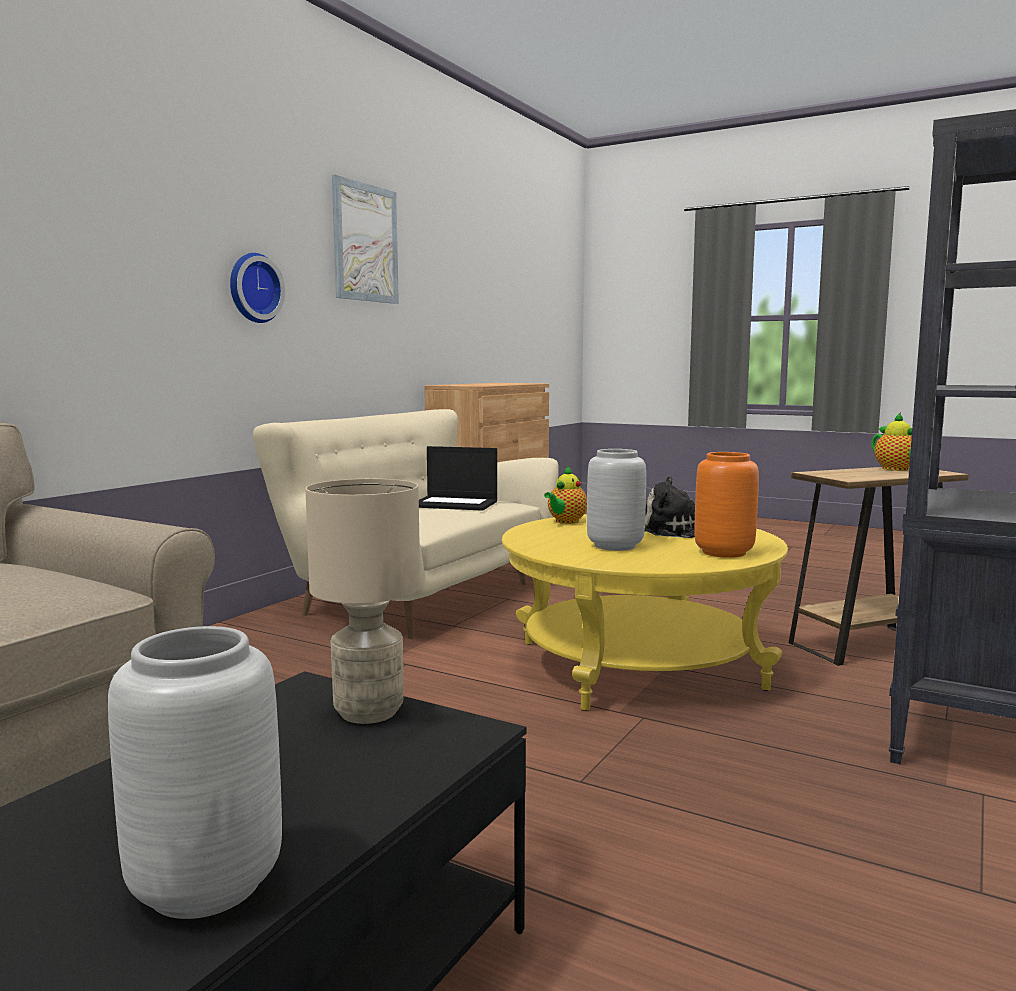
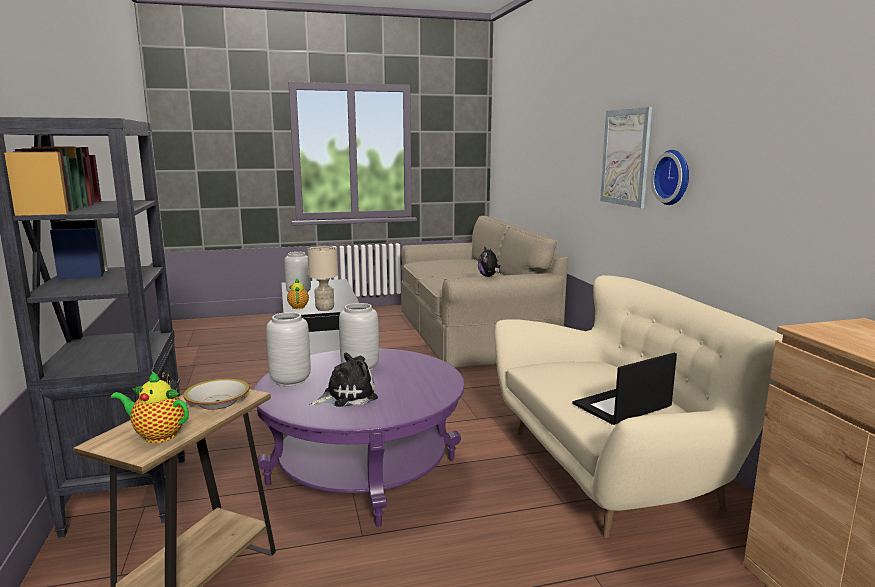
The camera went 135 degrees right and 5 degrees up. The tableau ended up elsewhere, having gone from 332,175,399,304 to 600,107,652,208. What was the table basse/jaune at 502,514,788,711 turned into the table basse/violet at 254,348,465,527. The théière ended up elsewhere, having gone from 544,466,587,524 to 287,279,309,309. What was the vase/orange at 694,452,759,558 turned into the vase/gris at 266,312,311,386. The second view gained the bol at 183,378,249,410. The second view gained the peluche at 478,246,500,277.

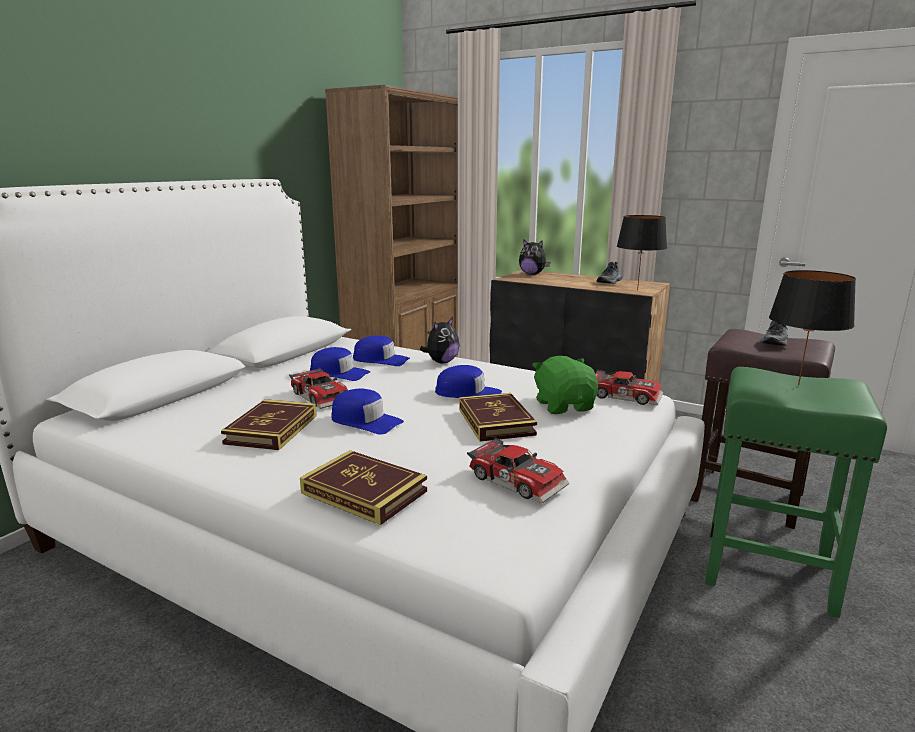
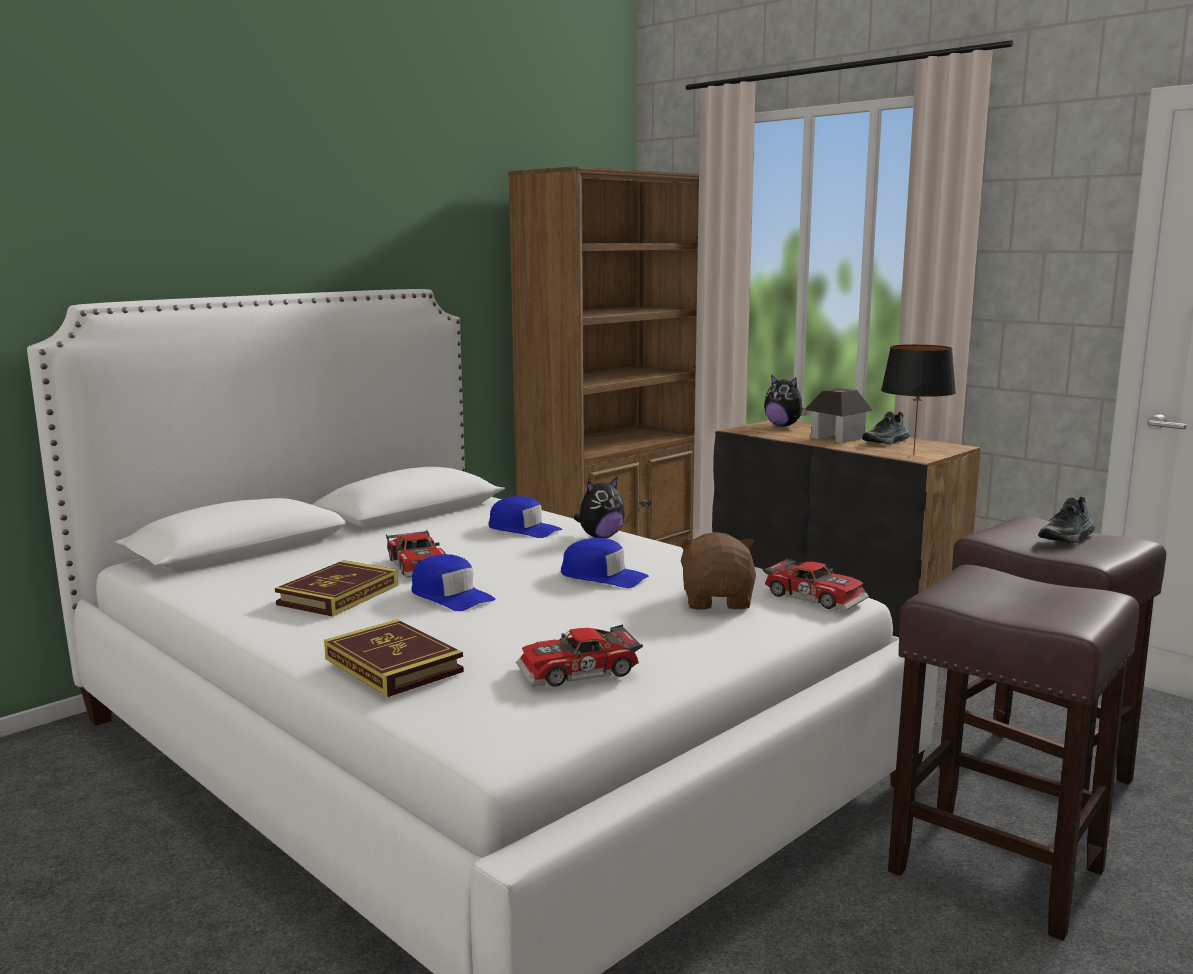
The camera went 15 degrees right and 5 degrees down. The second view lost the casquette/bleu at 310,347,370,381. The second view lost the livre at 459,393,537,442. The petite voiture at 467,438,569,503 ended up facing another way, 105 degrees clockwise from before. What was the peluche/vert at 532,356,598,414 turned into the peluche/marron at 677,532,756,609. What was the tabouret/vert at 705,367,887,618 turned into the tabouret/marron at 888,565,1140,941. The second view lost the lampe de table/noir at 769,270,856,385. The second view gained the maison miniature at 804,388,873,443.

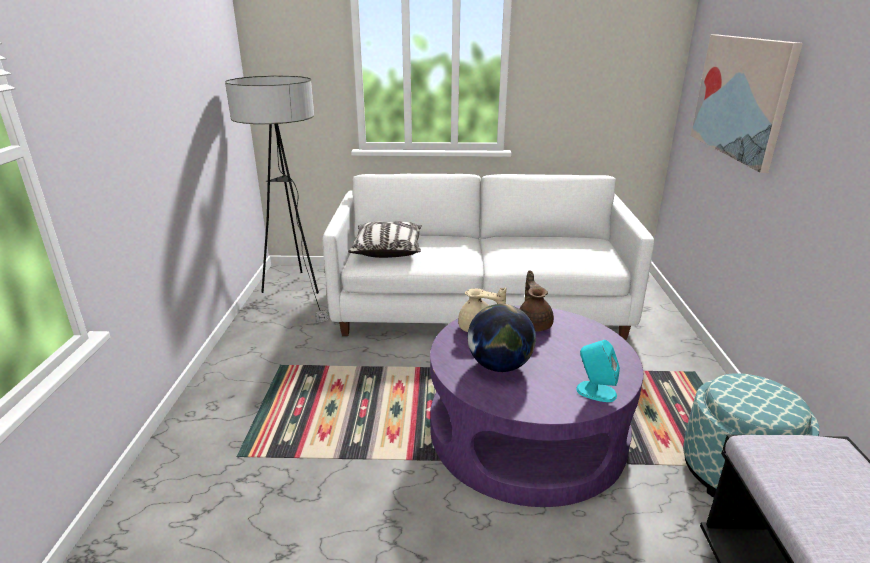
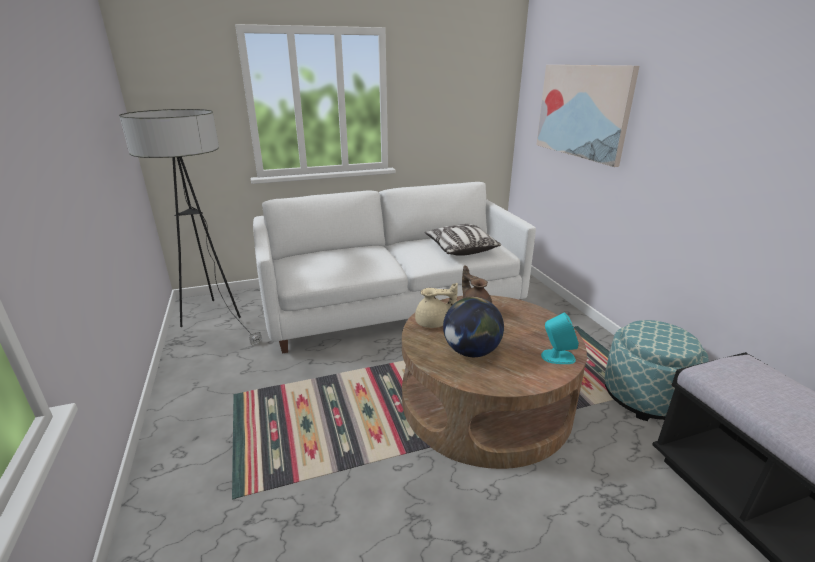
The camera went 20 degrees left and 0 degrees up. The coussin ended up elsewhere, having gone from 348,221,422,258 to 425,224,501,256. What was the table basse/violet at 430,306,643,507 turned into the table basse/marron at 402,295,587,469.

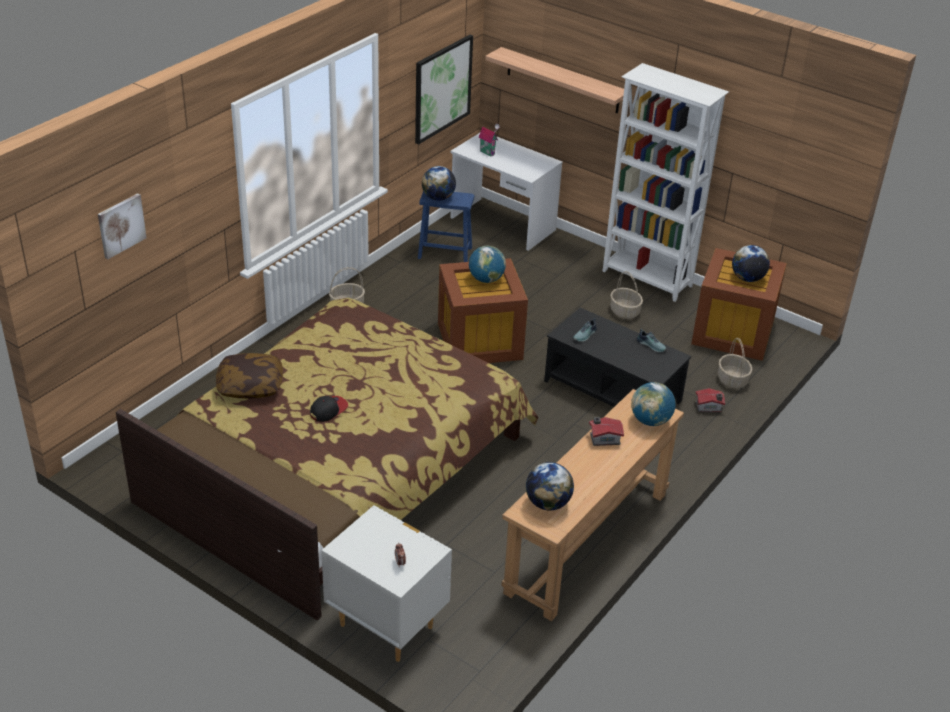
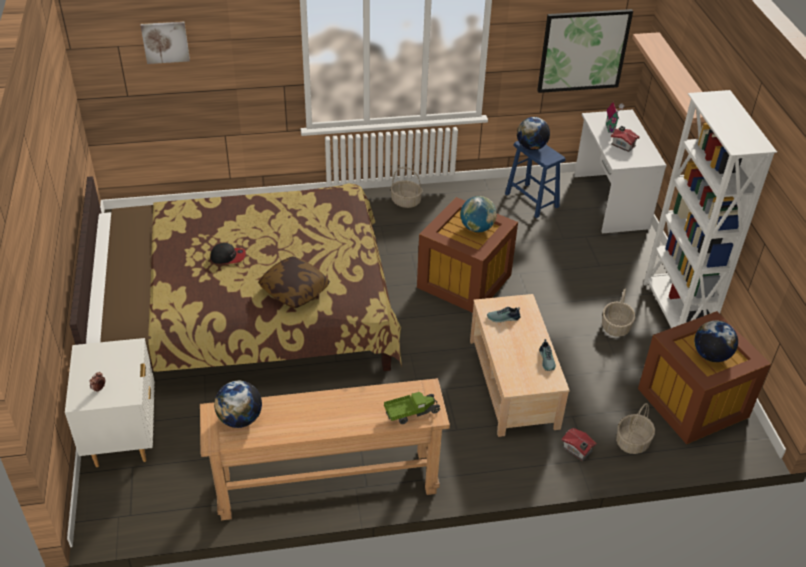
The camera went 45 degrees right and 5 degrees up. The coussin ended up elsewhere, having gone from 216,353,283,399 to 258,257,330,308. What was the table basse/noir at 544,307,691,407 turned into the table basse/beige at 470,294,570,437. The maison miniature ended up elsewhere, having gone from 589,417,624,446 to 611,126,640,152. Where the globe stood at 631,382,676,426, the camion jouet came to stand at 384,392,441,424.

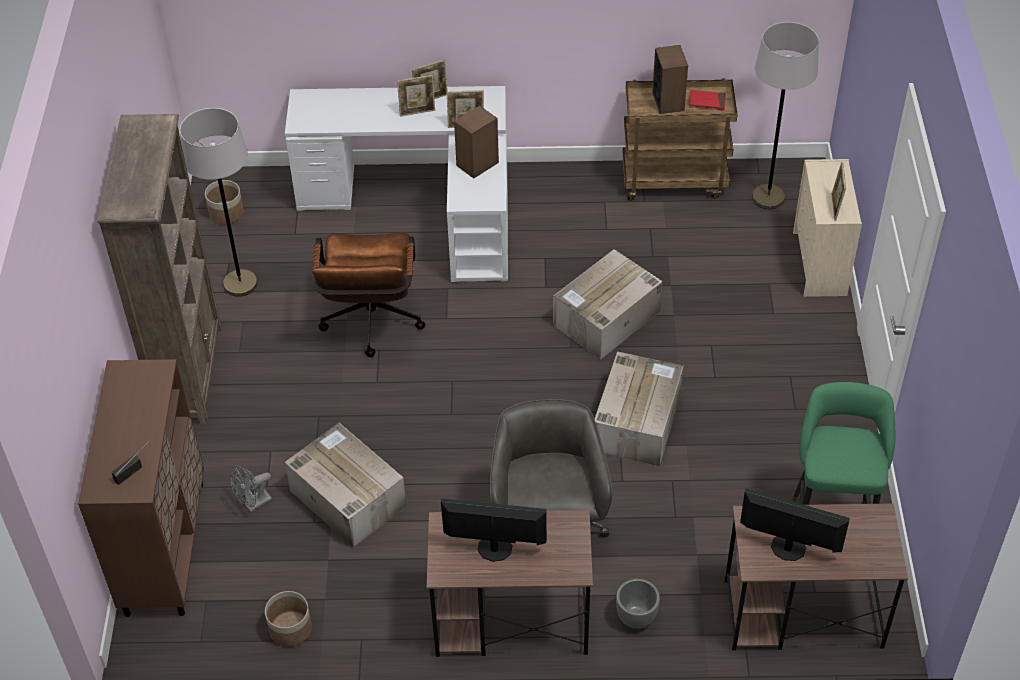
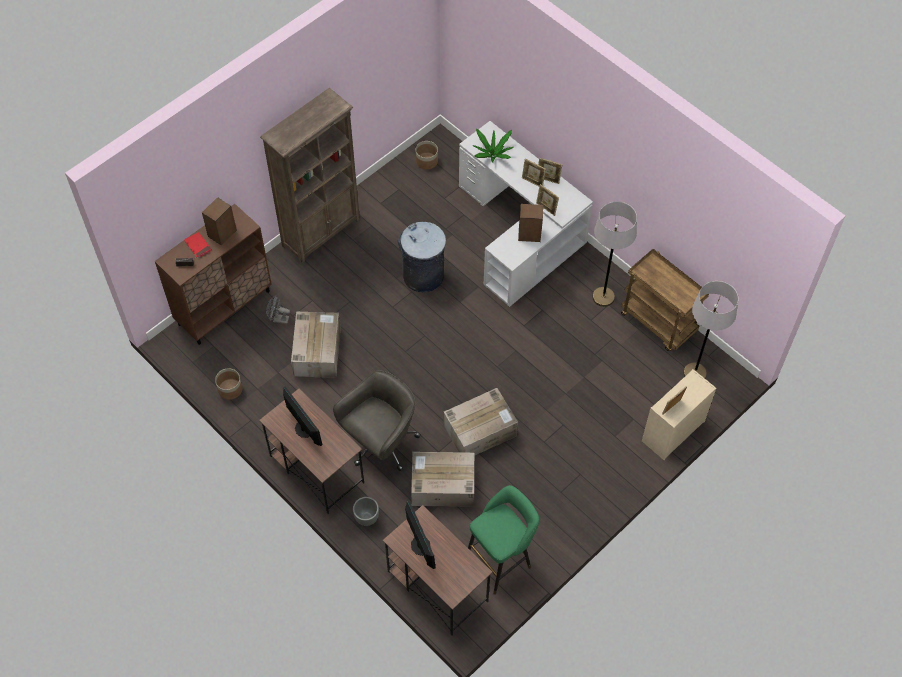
The camera went 45 degrees right and 10 degrees up. The lampadaire/gris ended up elsewhere, having gone from 180,108,258,297 to 592,201,637,307. Where the chaise de bureau/marron stood at 312,233,426,357, the poubelle/gris came to stand at 397,222,446,292. The carton ended up elsewhere, having gone from 553,249,663,360 to 411,452,474,507. The enceinte ended up elsewhere, having gone from 652,45,688,114 to 202,197,237,245. The livre/rouge ended up elsewhere, having gone from 689,90,726,111 to 184,232,212,258. The second view gained the plante en pot at 473,128,514,163.

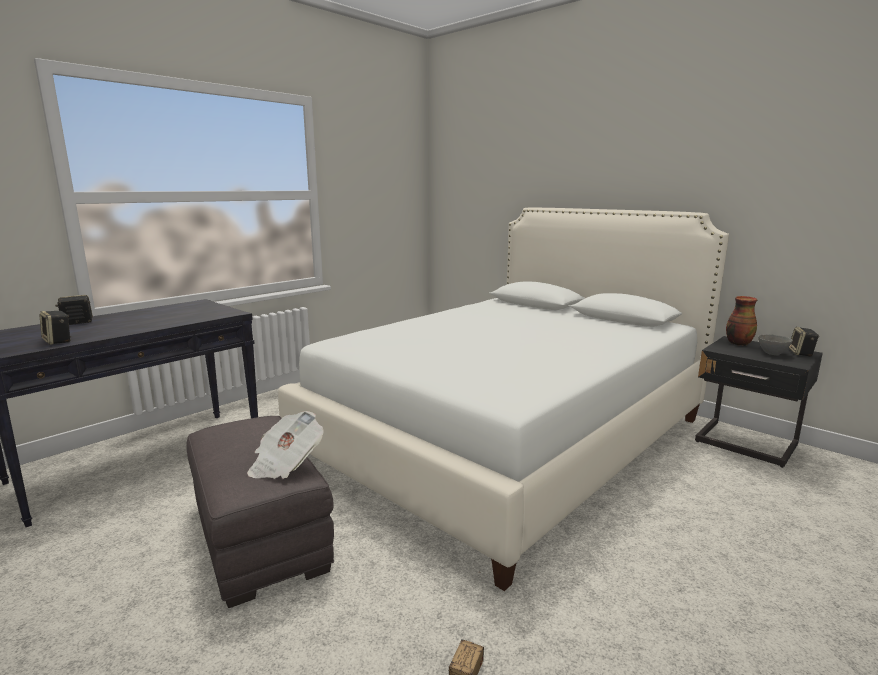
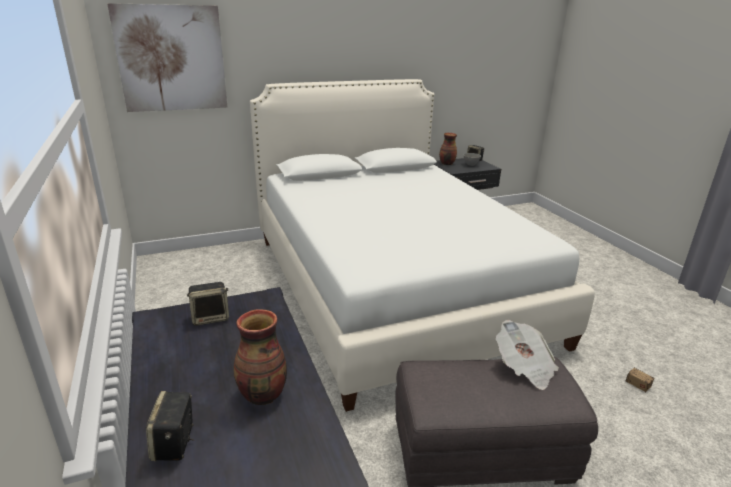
The camera went 65 degrees left and 10 degrees up. The enceinte ended up elsewhere, having gone from 39,311,72,345 to 187,282,229,326. The second view gained the tableau at 107,3,227,112. The second view gained the vase at 234,309,287,405.

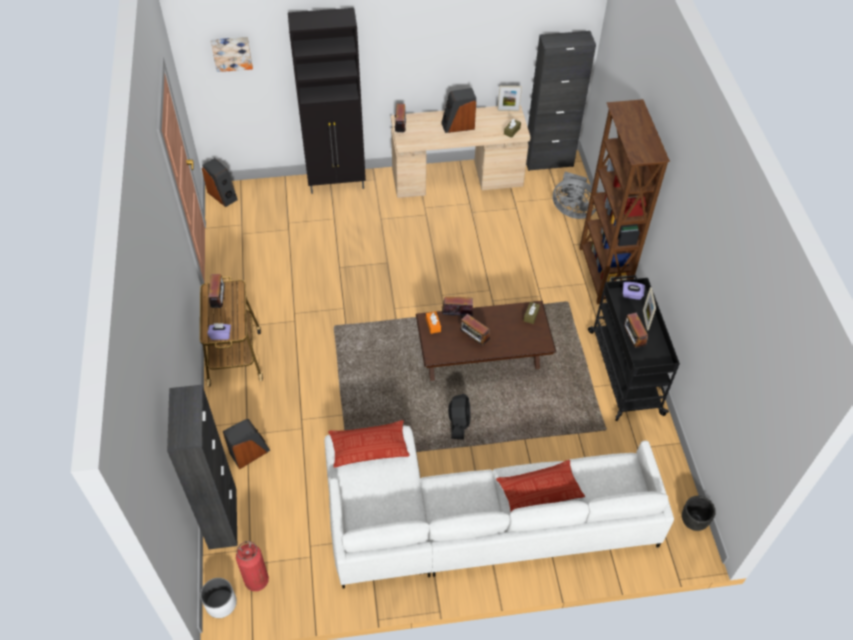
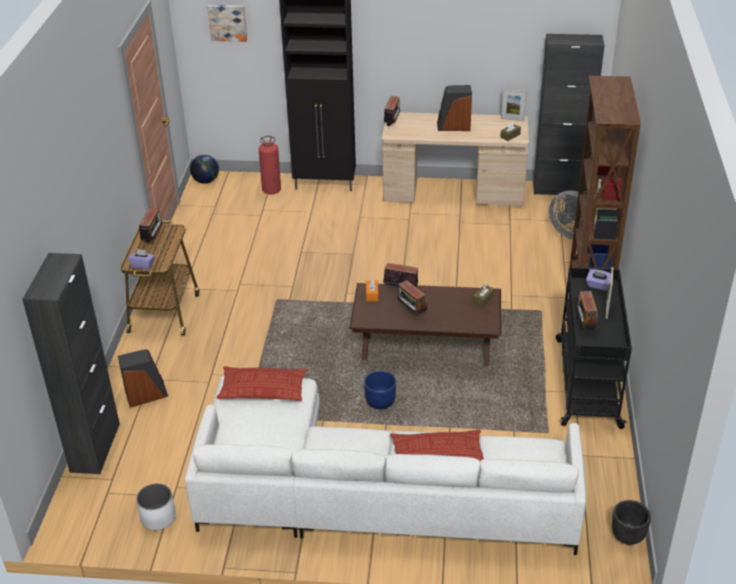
The camera went 15 degrees right and 15 degrees down. The cache-pot/blanc ended up elsewhere, having gone from 200,578,237,618 to 136,483,176,530. Where the enceinte stood at 202,158,238,207, the globe came to stand at 190,155,219,184. The extincteur ended up elsewhere, having gone from 236,541,269,591 to 259,136,281,194. Where the ventilateur/noir stood at 448,394,471,440, the cache-pot/bleu came to stand at 364,371,396,409.

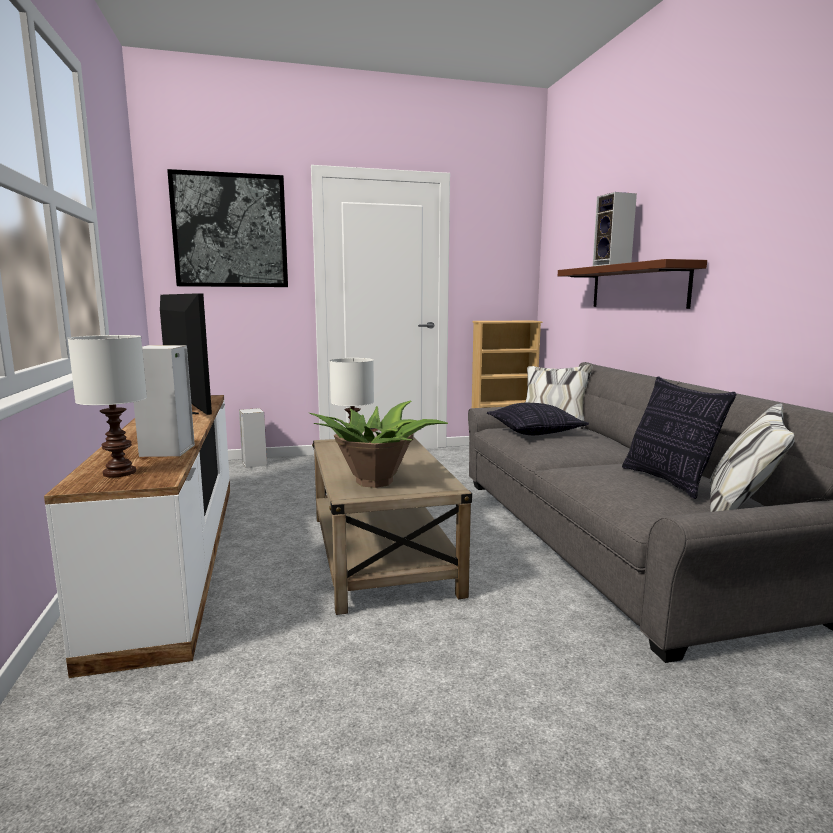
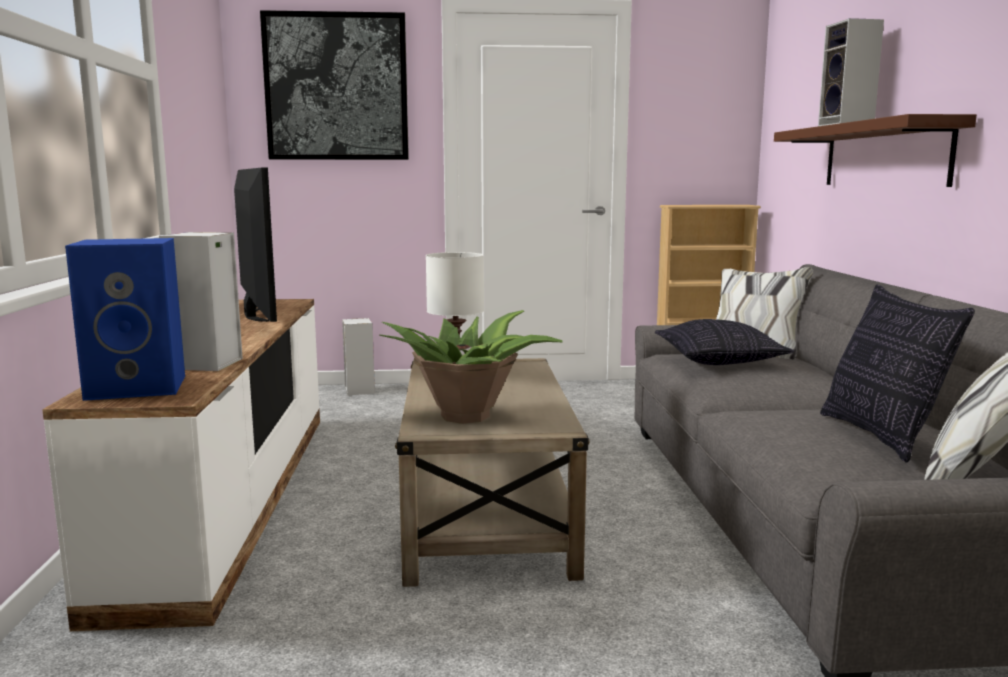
The camera went 10 degrees right and 0 degrees up. Where the lampe de table/blanc stood at 68,335,147,478, the enceinte/bleu came to stand at 65,238,185,401.

